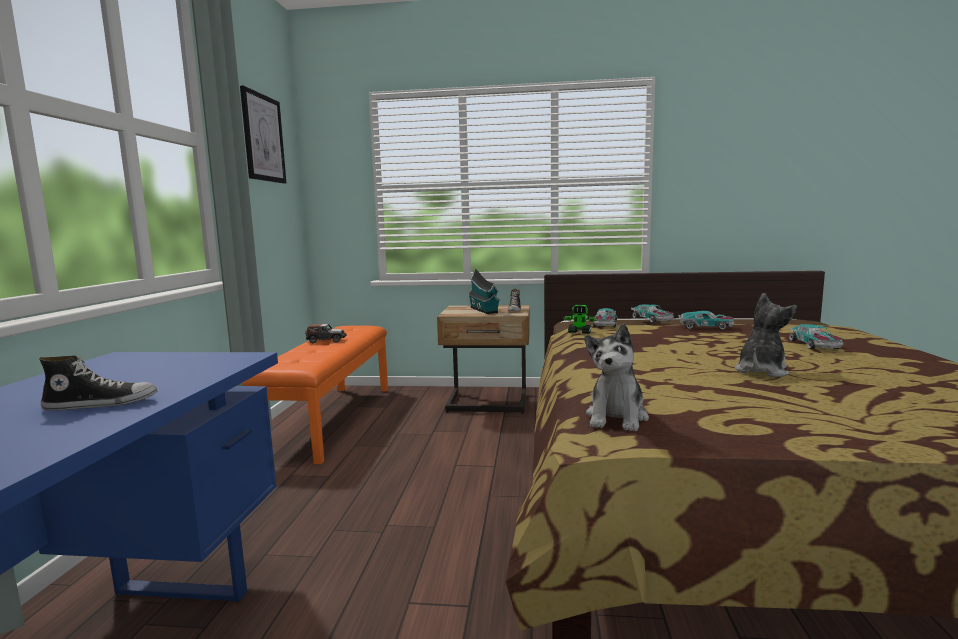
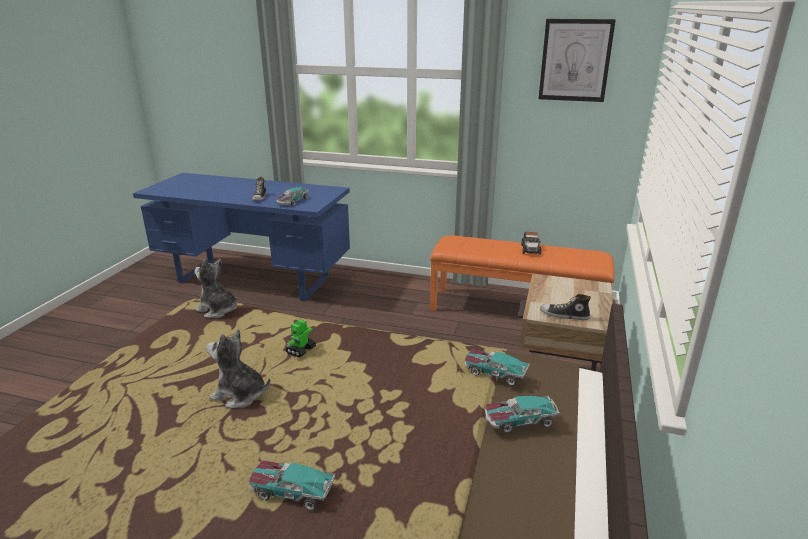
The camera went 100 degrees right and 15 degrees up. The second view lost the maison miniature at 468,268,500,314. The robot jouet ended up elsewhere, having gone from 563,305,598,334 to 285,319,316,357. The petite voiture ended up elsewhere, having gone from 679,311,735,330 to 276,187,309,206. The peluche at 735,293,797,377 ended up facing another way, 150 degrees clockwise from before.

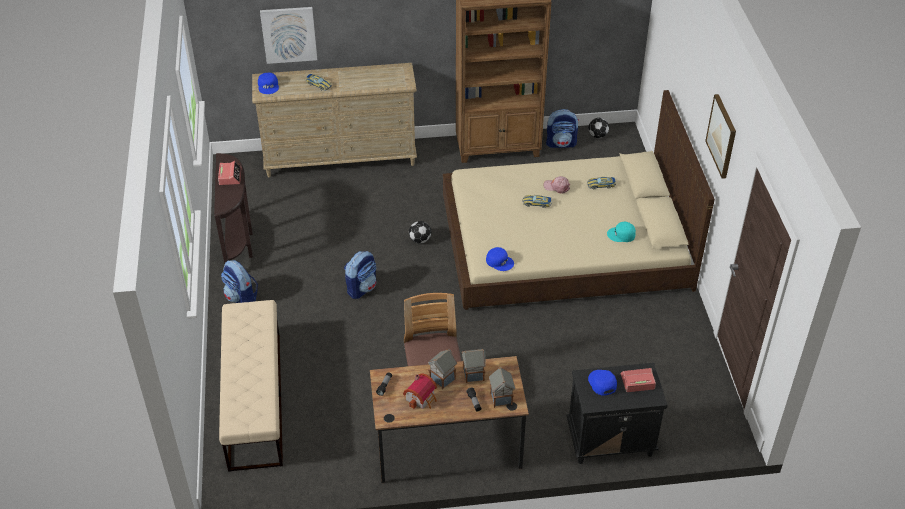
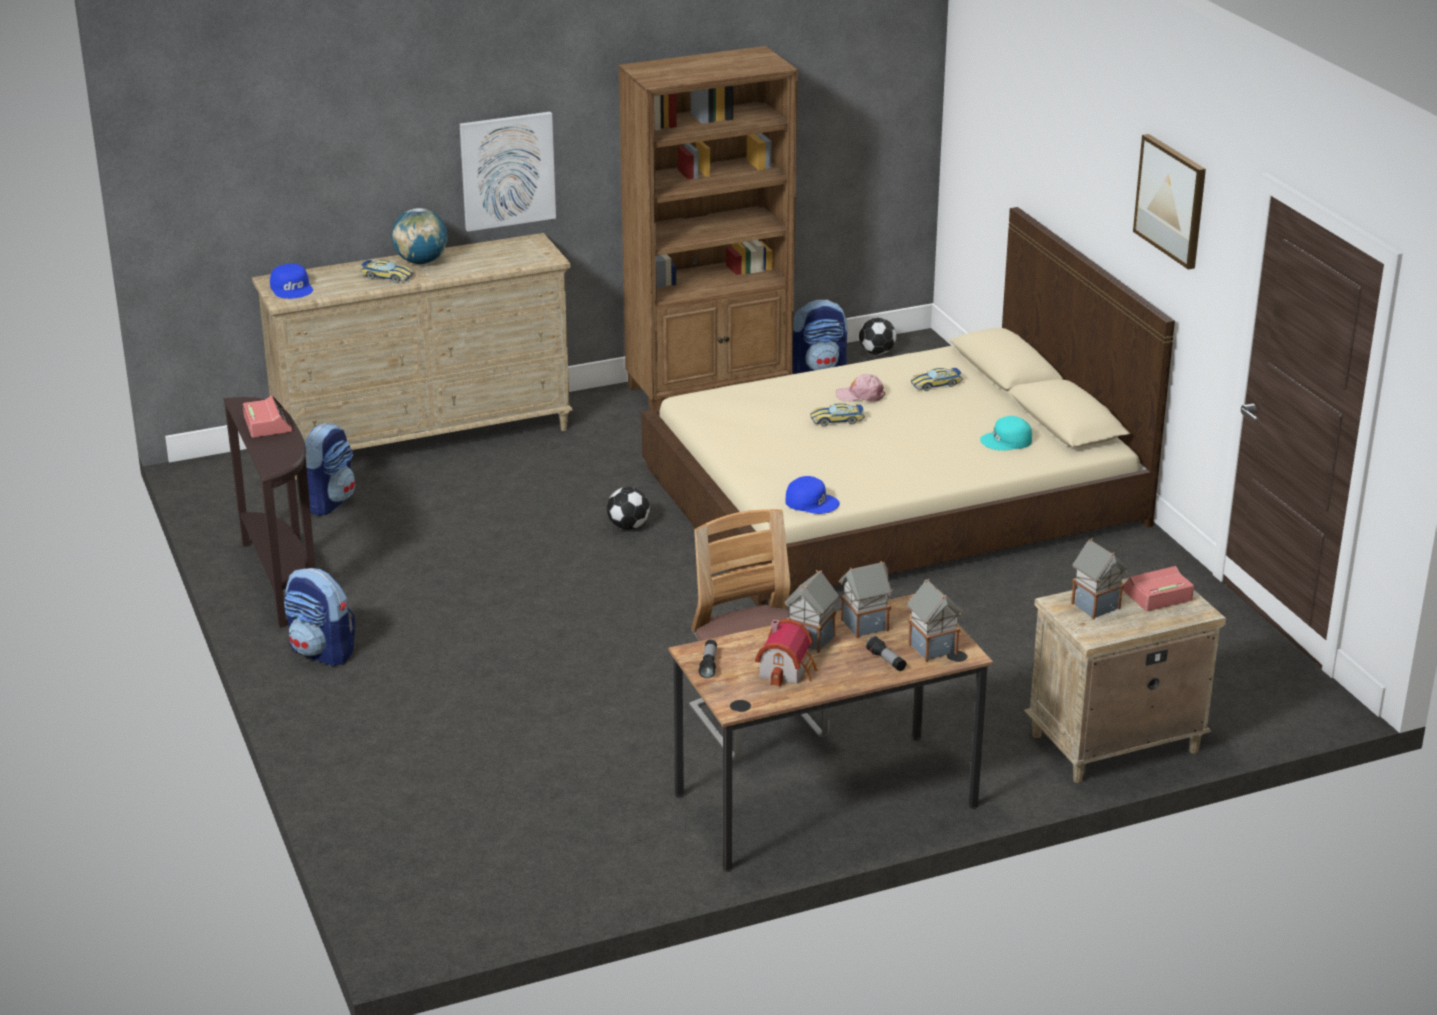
The camera went 15 degrees left and 15 degrees down. The second view lost the banc/beige at 219,300,283,472. The tableau ended up elsewhere, having gone from 260,7,317,64 to 460,112,556,232. The sac à dos ended up elsewhere, having gone from 344,251,376,299 to 305,423,356,516. What was the table de chevet/noir at 566,363,668,464 turned into the table de chevet/beige at 1024,578,1226,783. Where the casquette/bleu stood at 588,370,617,395, the maison miniature came to stand at 1071,538,1128,619. The second view gained the globe at 392,208,448,264.

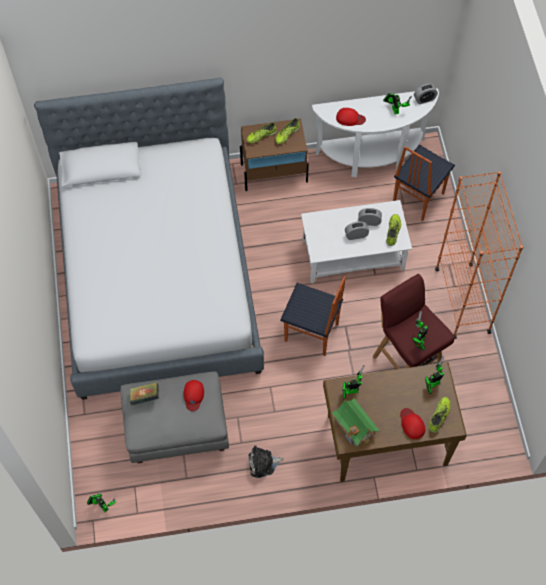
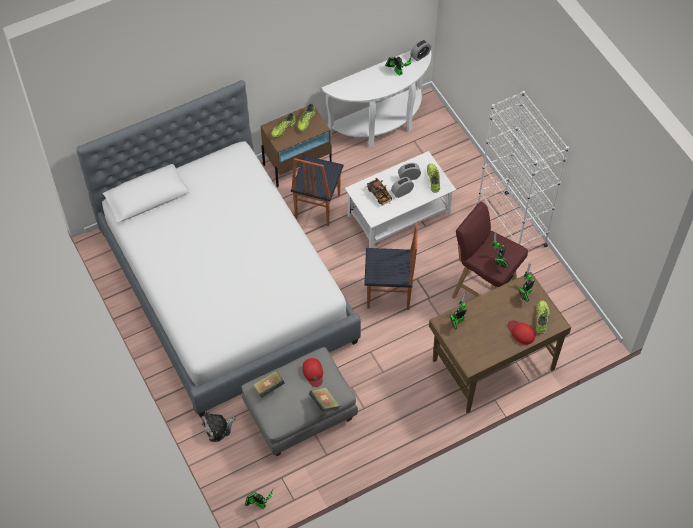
The camera went 20 degrees left and 5 degrees down. The peluche ended up elsewhere, having gone from 248,445,284,478 to 202,411,236,442. The second view lost the maison miniature at 332,398,380,447. The second view lost the casquette/rouge at 336,108,366,126. The chaise ended up elsewhere, having gone from 393,145,455,221 to 291,155,344,226. What was the bibliothèque/orange at 435,171,523,339 turned into the bibliothèque/blanc at 477,91,569,247. The second view gained the livre at 309,388,340,413. The second view gained the camion jouet at 367,178,392,205.

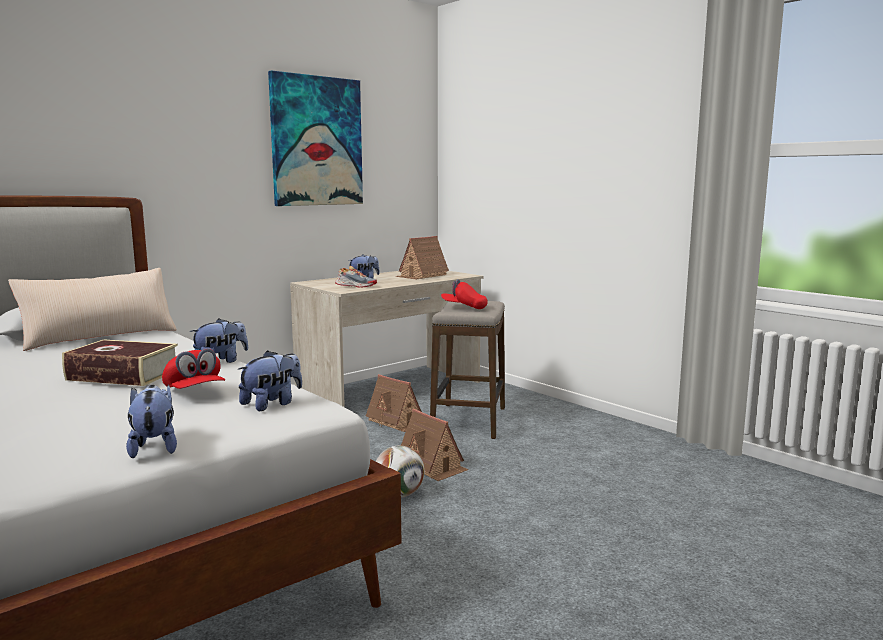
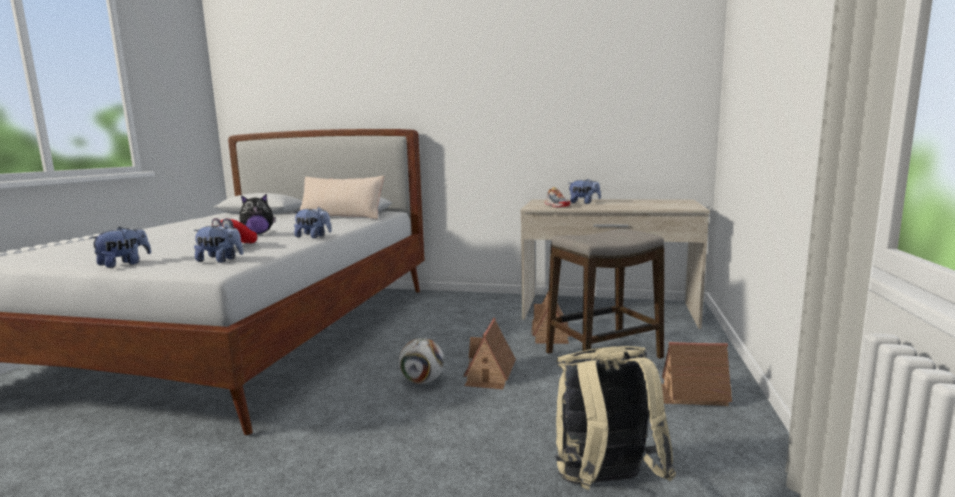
The camera went 55 degrees right and 0 degrees up. Where the livre stood at 62,340,178,386, the peluche came to stand at 240,194,276,234. The second view lost the tableau at 268,70,363,206. The maison miniature ended up elsewhere, having gone from 396,236,449,279 to 661,342,732,406. The second view lost the casquette/rouge at 441,279,488,309. The second view gained the sac à dos/beige at 555,346,676,490.

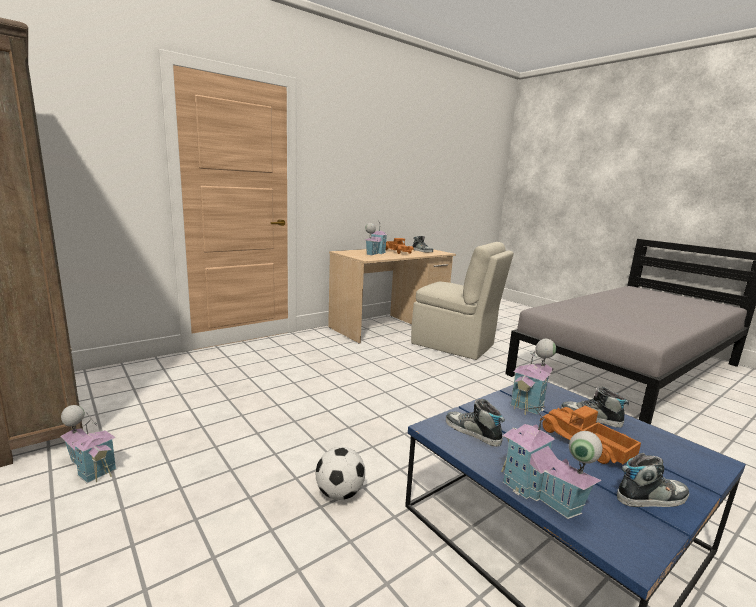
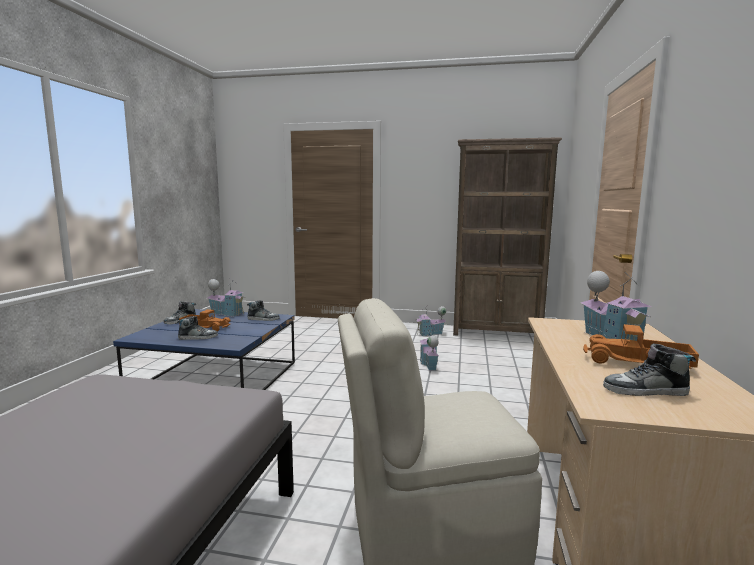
The camera went 140 degrees right and 5 degrees down. The second view lost the ballon de foot at 316,447,365,500. The maison miniature ended up elsewhere, having gone from 510,339,556,415 to 420,329,439,371.

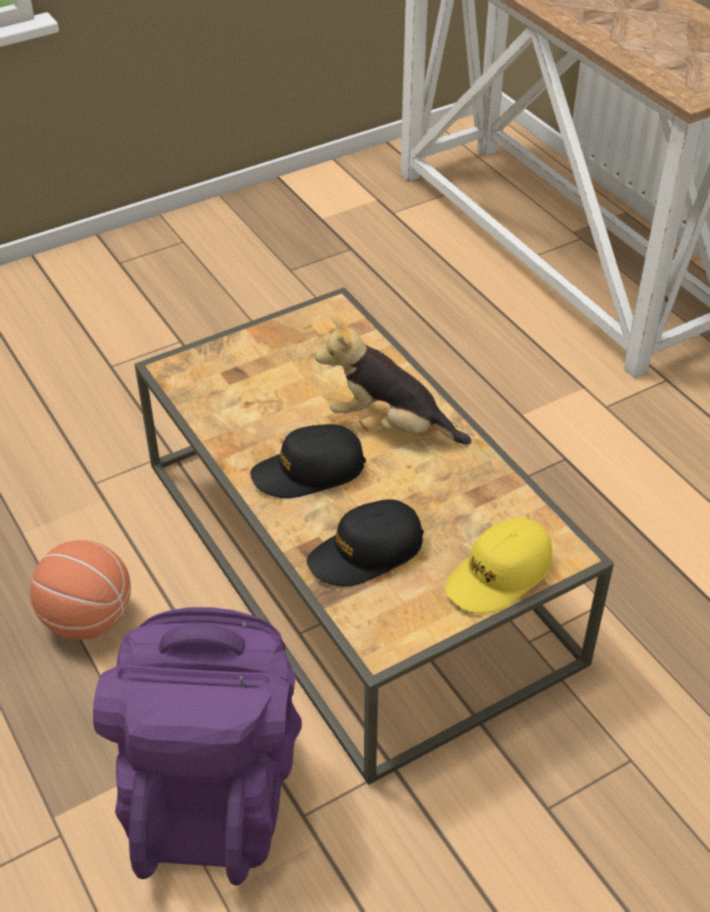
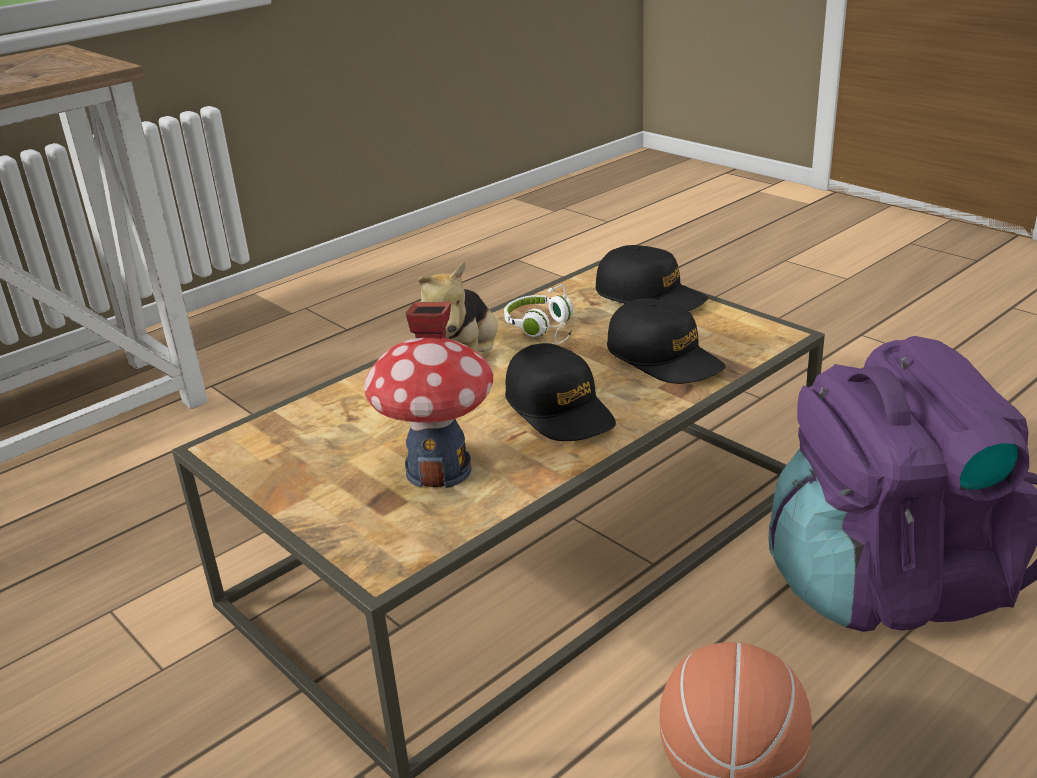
The camera went 100 degrees left and 15 degrees down. What was the casquette/jaune at 445,518,552,614 turned into the casquette/noir at 596,245,708,311. The second view gained the maison miniature at 364,302,493,488. The second view gained the casque audio/blanc at 504,285,574,344.

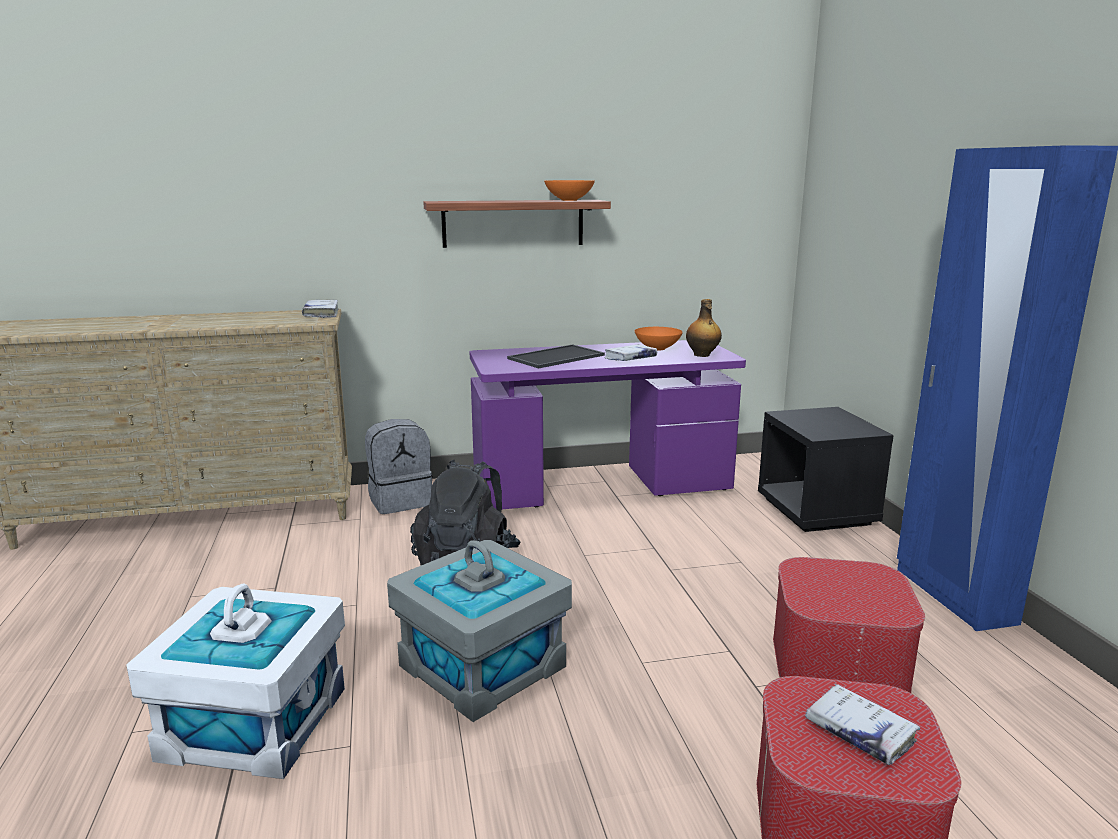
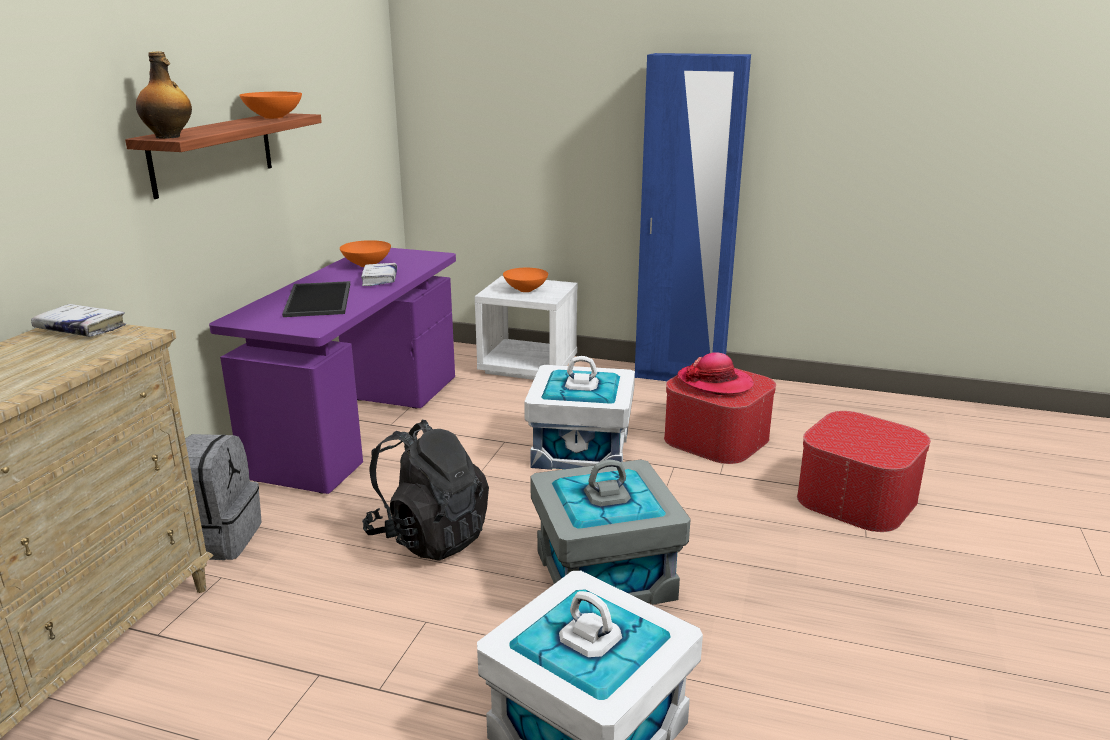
The camera went 60 degrees left and 5 degrees up. The bouteille ended up elsewhere, having gone from 686,299,722,357 to 136,52,192,139. What was the table de chevet/noir at 758,407,894,532 turned into the table de chevet/blanc at 475,276,578,380. The second view lost the livre/blanc at 805,684,920,765. The second view gained the bol/orange at 503,268,548,292. The second view gained the boîte de rangement/blanc at 524,356,635,470. The second view gained the chapeau at 677,352,754,395.

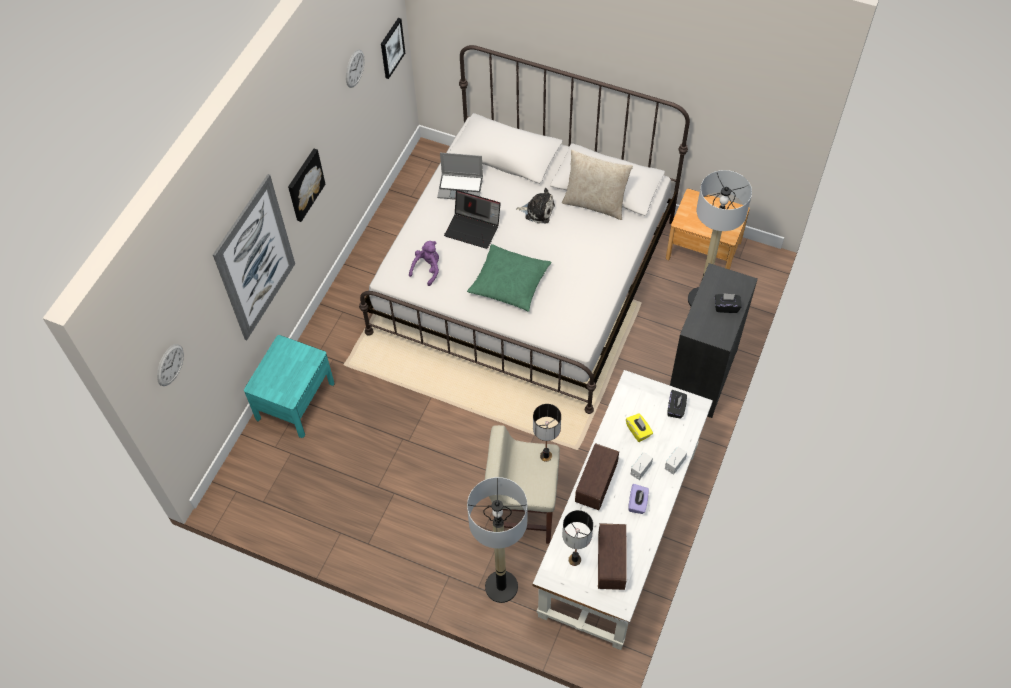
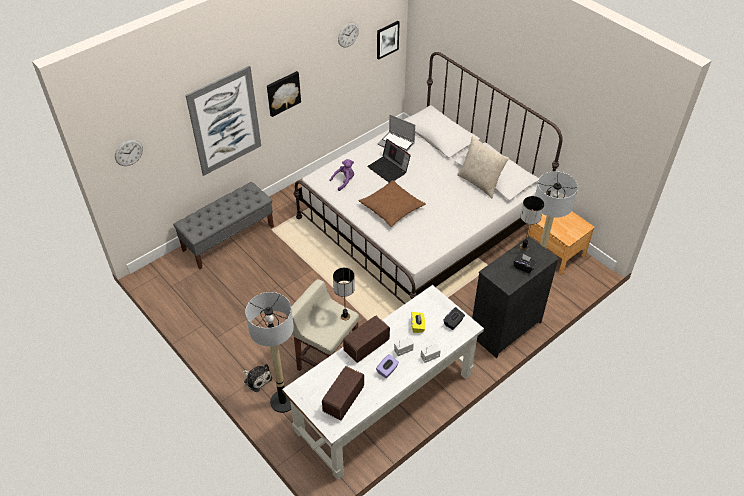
The camera went 25 degrees right and 10 degrees down. Where the table de chevet/turquoise stood at 244,335,335,438, the banc/gris came to stand at 173,182,274,269. What was the coussin/vert at 467,244,552,311 turned into the coussin/marron at 359,180,426,227. The peluche ended up elsewhere, having gone from 516,188,555,223 to 243,364,272,392. The lampe de table ended up elsewhere, having gone from 563,510,593,566 to 520,196,544,251.

